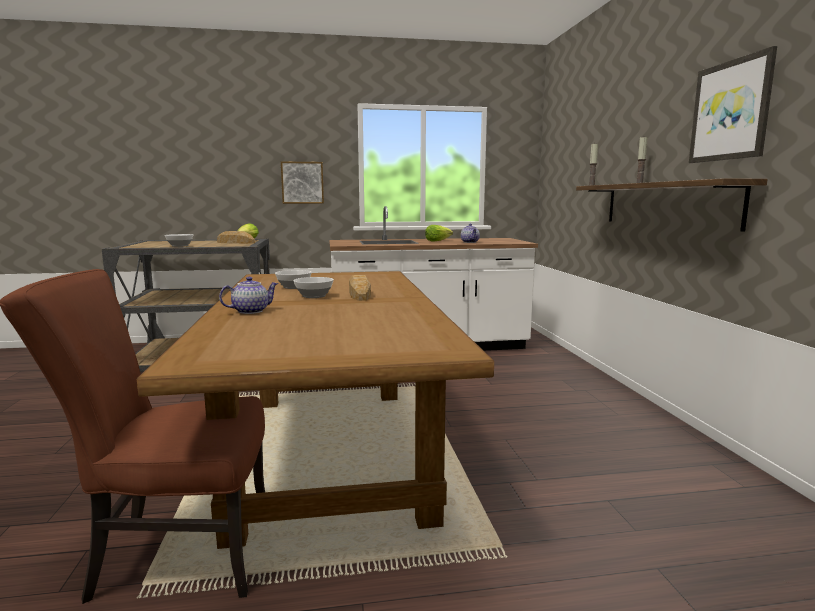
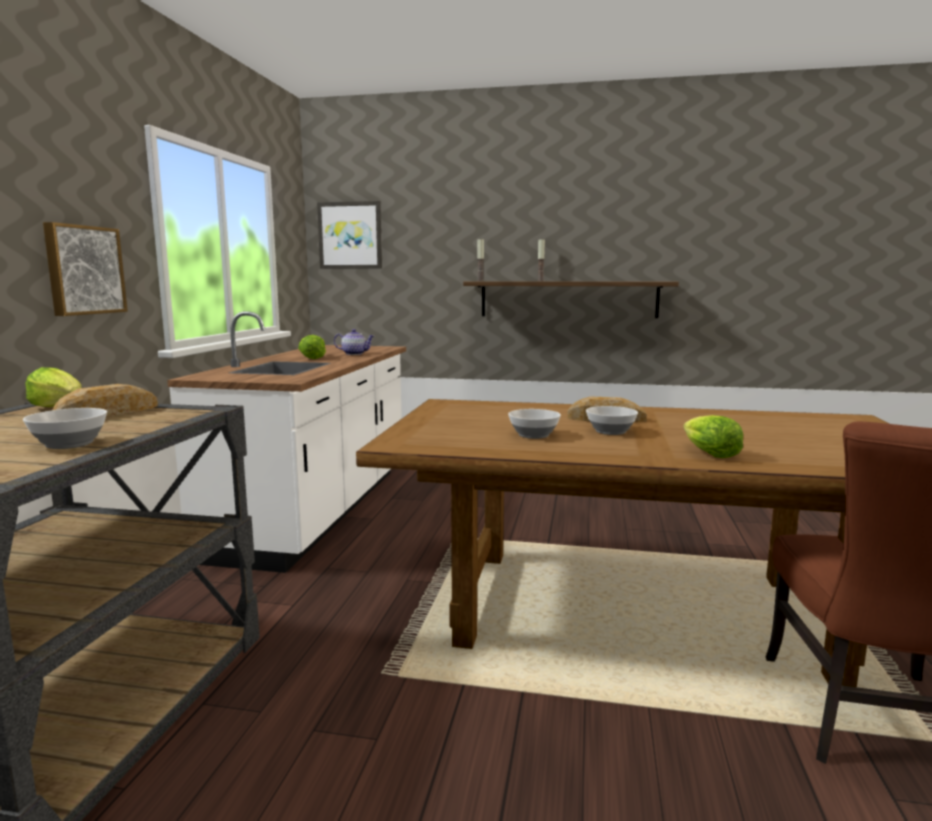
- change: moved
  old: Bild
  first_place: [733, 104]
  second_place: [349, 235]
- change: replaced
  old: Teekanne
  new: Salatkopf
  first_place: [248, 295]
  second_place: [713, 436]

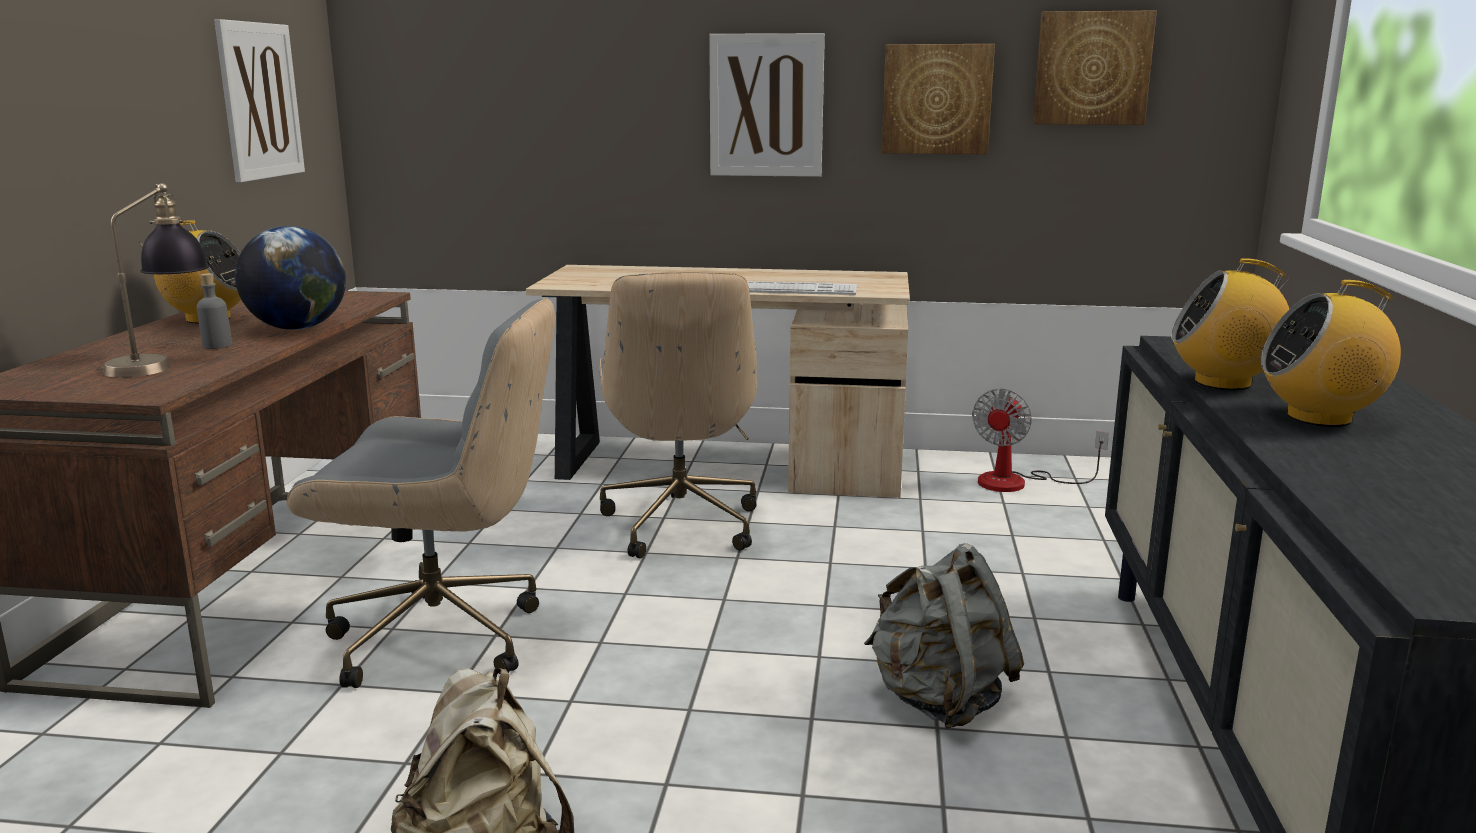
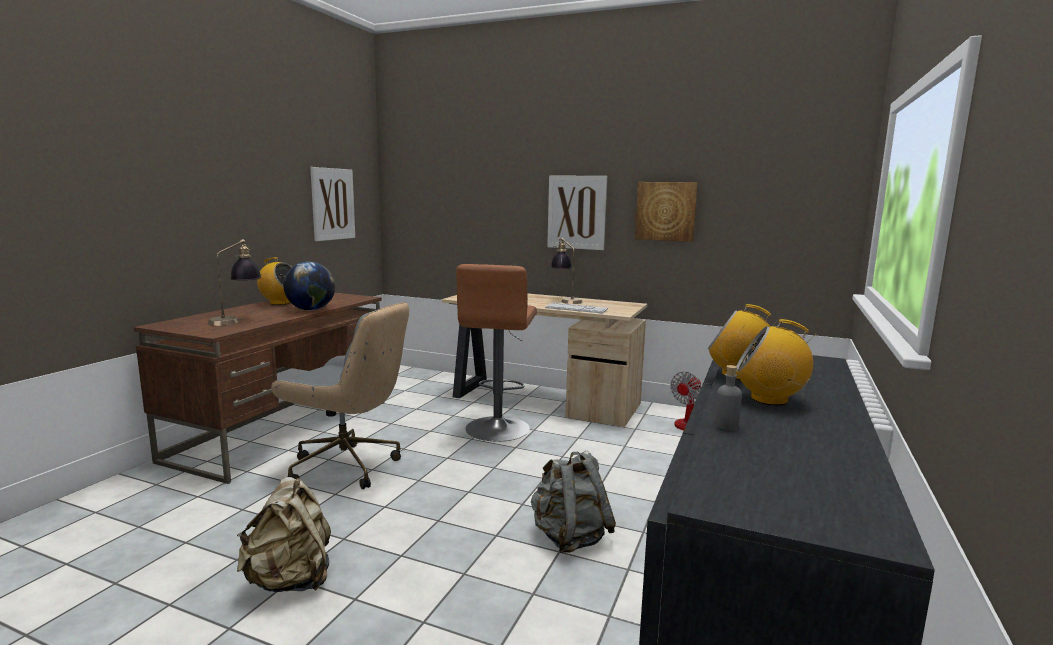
- change: removed
  old: Bild
  first_place: [1095, 67]
- change: replaced
  old: Bürostuhl/grau
  new: Hocker/braun
  first_place: [678, 415]
  second_place: [496, 352]
- change: moved
  old: Flasche/grau
  first_place: [214, 311]
  second_place: [728, 398]
- change: added
  new: Tischlampe
  second_place: [567, 271]

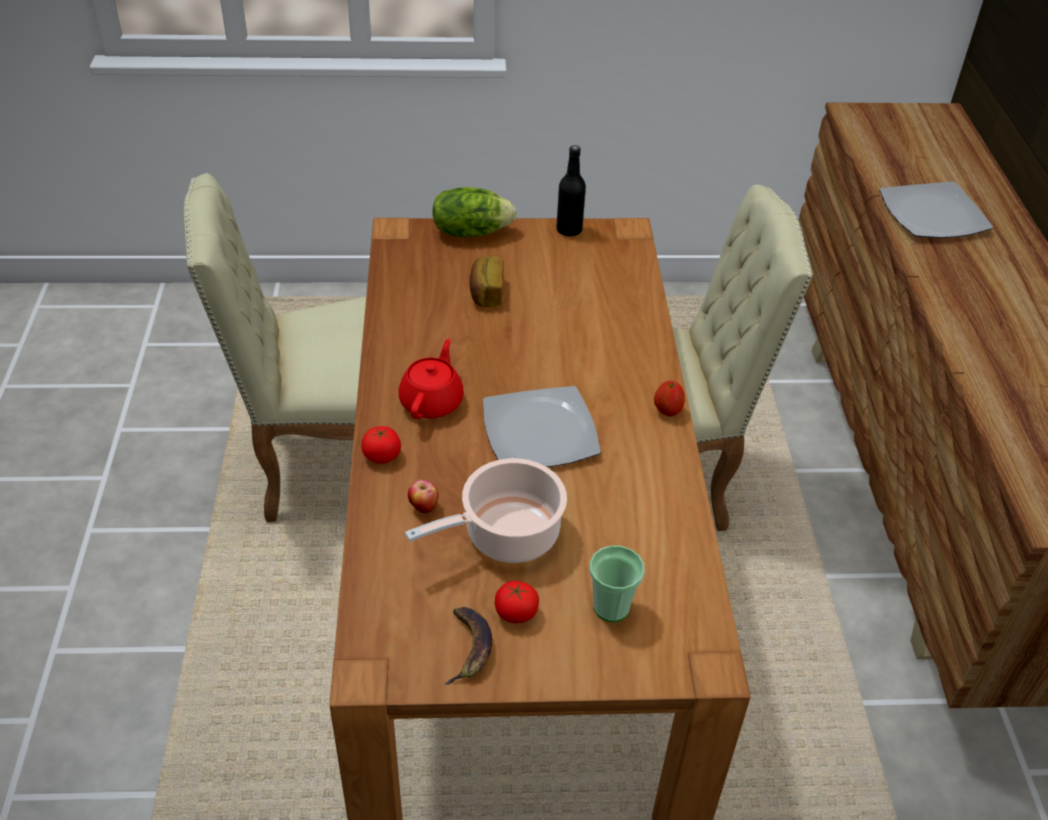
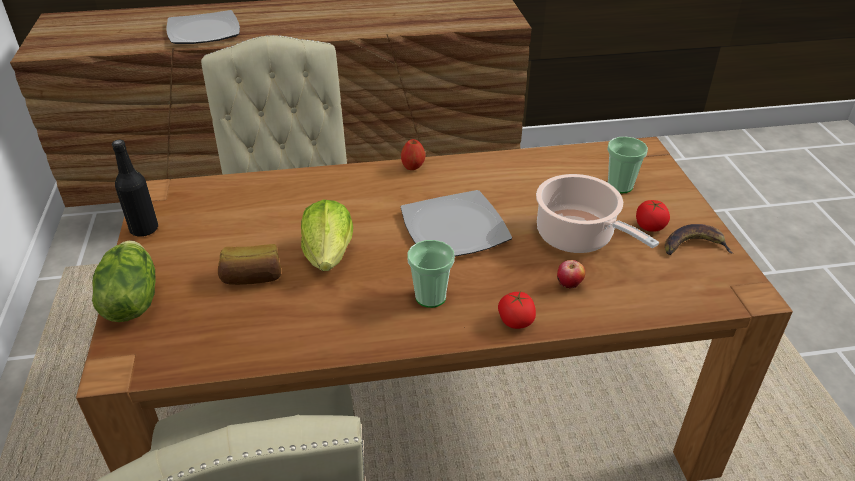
- change: replaced
  old: Teekanne/rot
  new: Tasse
  first_place: [431, 378]
  second_place: [431, 274]
- change: added
  new: Salatkopf
  second_place: [327, 235]

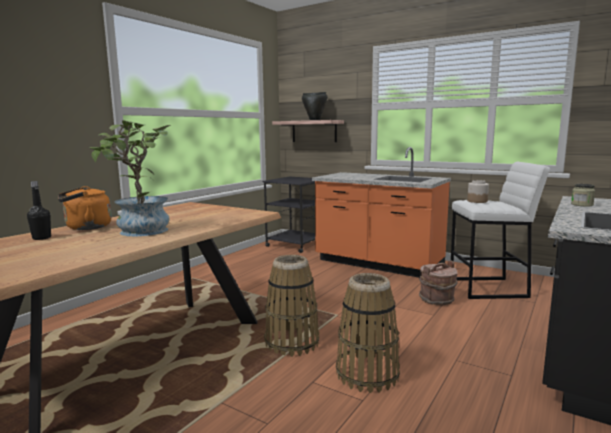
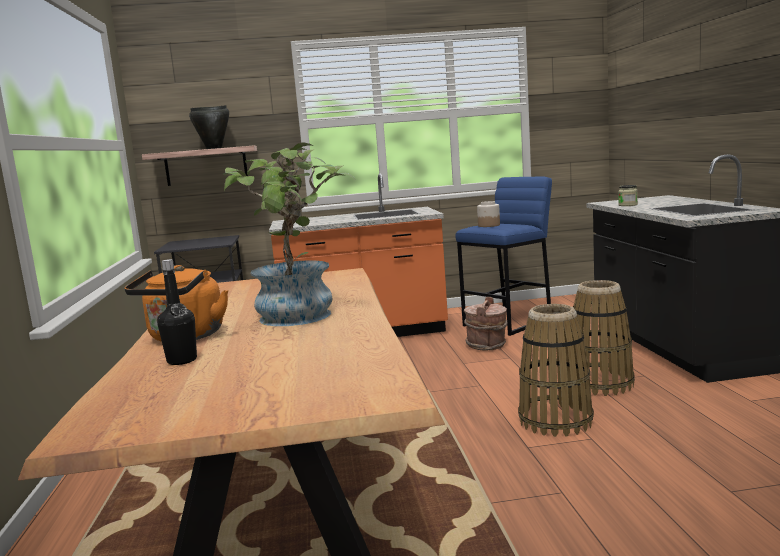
- change: recoloured
  old: Hocker/weiß
  new: Hocker/blau
  first_place: [500, 230]
  second_place: [504, 256]
- change: moved
  old: Korb
  first_place: [291, 306]
  second_place: [604, 338]

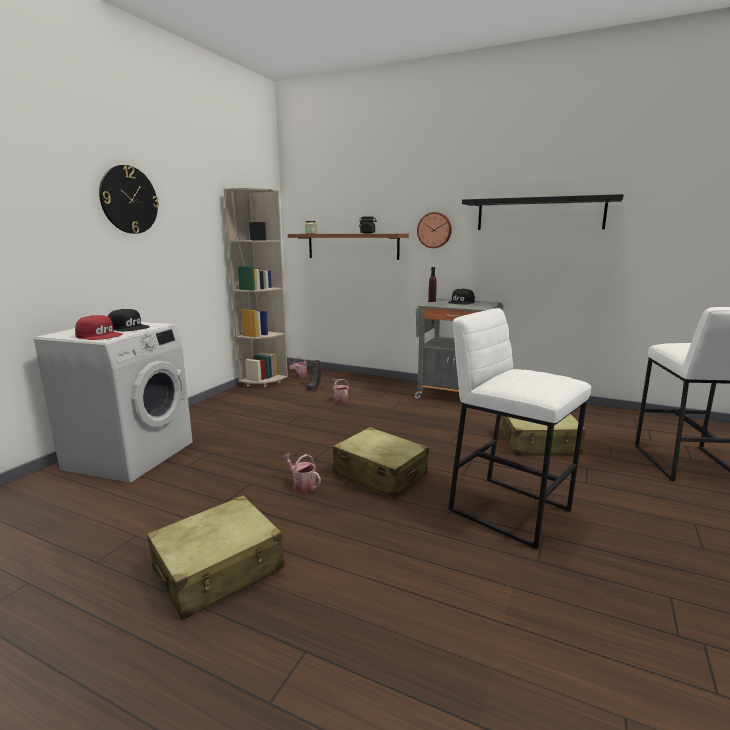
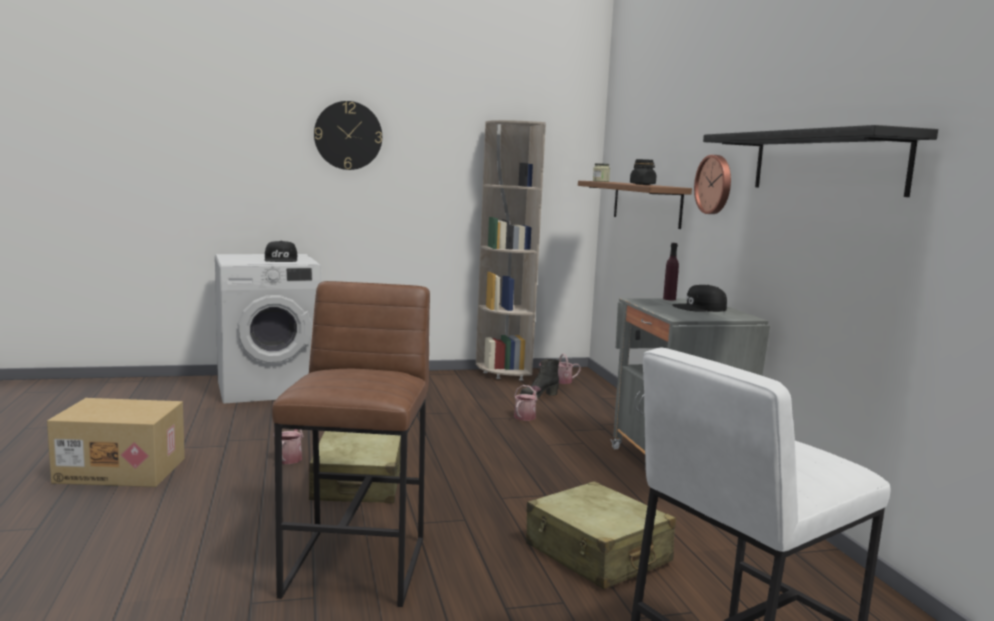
- change: recoloured
  old: Hocker/weiß
  new: Hocker/braun
  first_place: [519, 428]
  second_place: [351, 444]
- change: removed
  old: Kappe/rot
  first_place: [99, 327]
- change: replaced
  old: Koffer/beige
  new: Karton
  first_place: [216, 557]
  second_place: [116, 442]

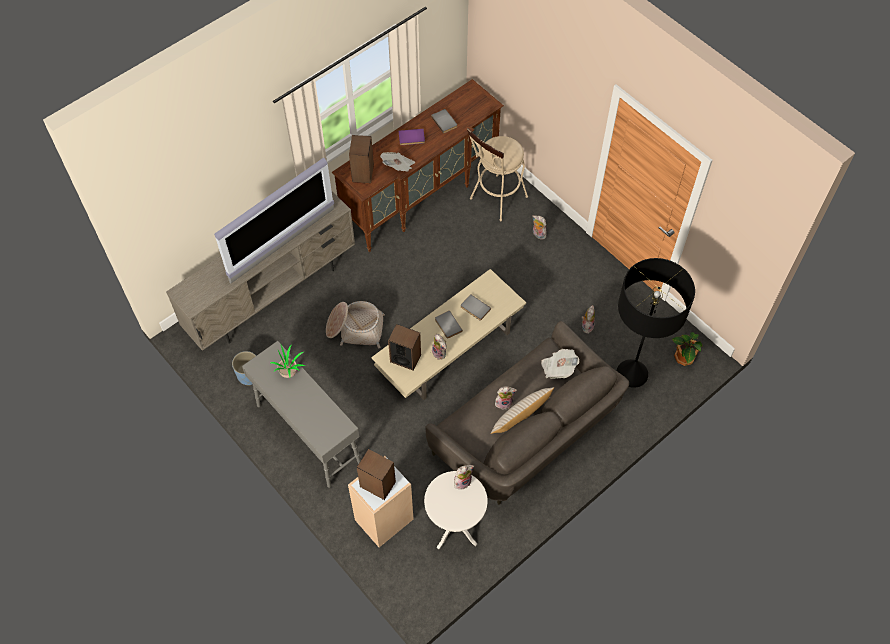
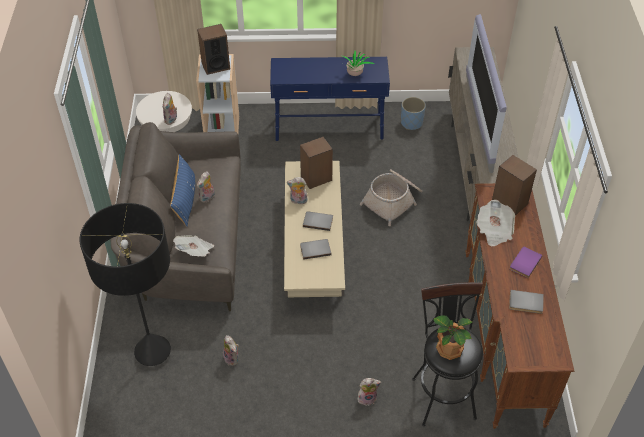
- change: recoloured
  old: Hocker/beige
  new: Hocker/schwarz
  first_place: [497, 174]
  second_place: [447, 354]
- change: moved
  old: Topfpflanze
  first_place: [687, 349]
  second_place: [453, 337]
- change: recoloured
  old: Konsolentisch/grau
  new: Konsolentisch/blau
  first_place: [301, 414]
  second_place: [330, 99]
- change: recoloured
  old: Kissen/beige
  new: Kissen/blau
  first_place: [522, 410]
  second_place: [182, 190]

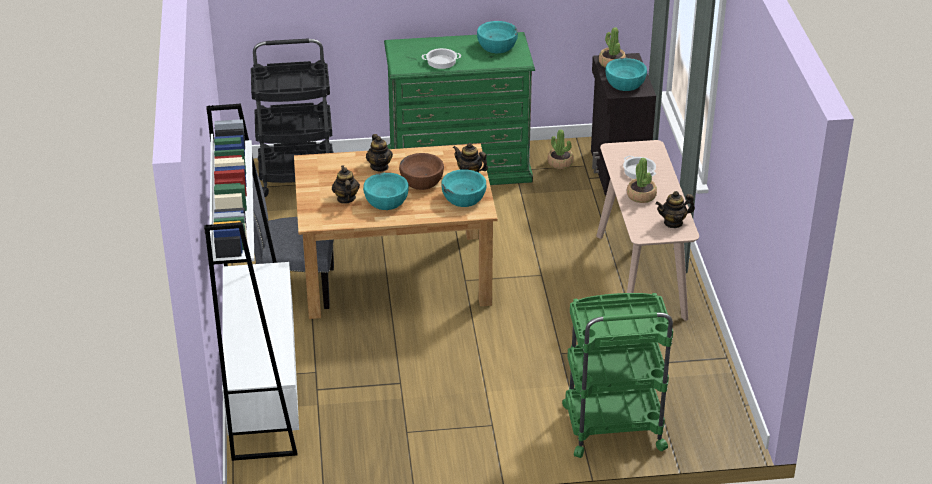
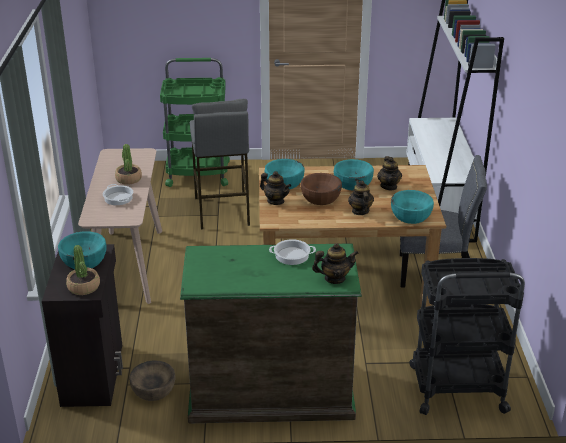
- change: moved
  old: Schüssel/türkis
  first_place: [497, 37]
  second_place: [412, 207]
- change: replaced
  old: Topfpflanze
  new: Schüssel/braun
  first_place: [560, 149]
  second_place: [152, 381]
- change: moved
  old: Teekanne
  first_place: [675, 209]
  second_place: [335, 263]
- change: added
  new: Hocker/grau
  second_place: [220, 164]

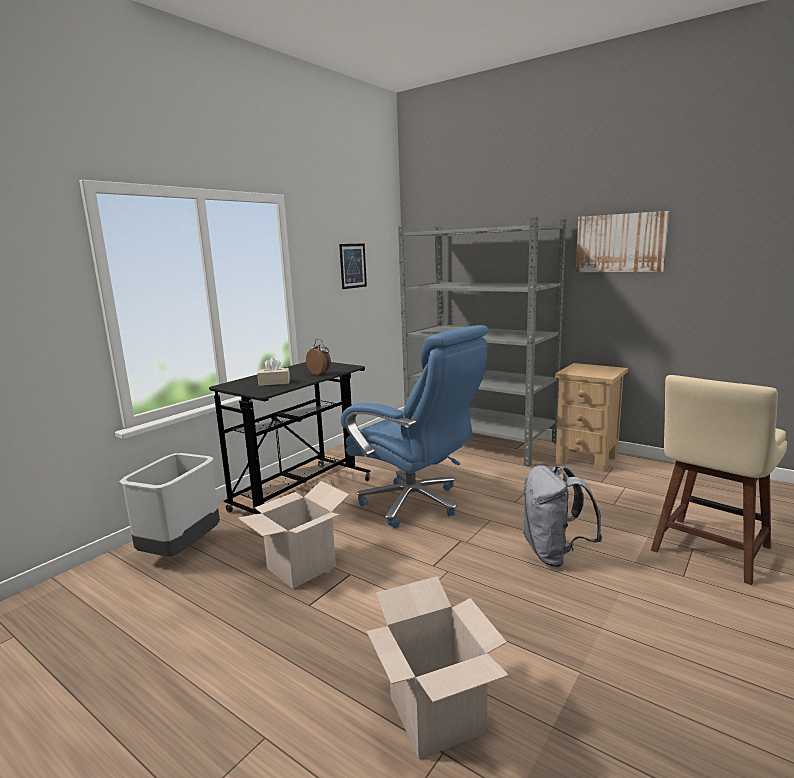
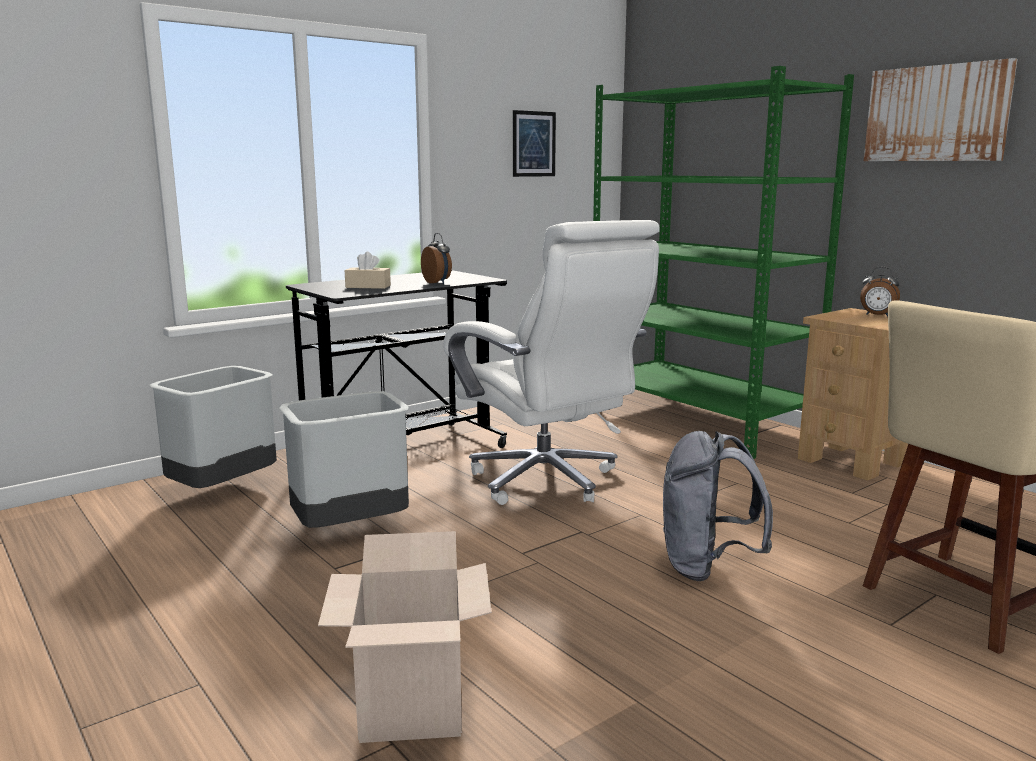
- change: recoloured
  old: Bücherregal/grau
  new: Bücherregal/grün
  first_place: [482, 342]
  second_place: [723, 262]
- change: recoloured
  old: Bürostuhl/blau
  new: Bürostuhl/weiß
  first_place: [414, 426]
  second_place: [552, 362]
- change: replaced
  old: Karton
  new: Mülleimer/grau
  first_place: [293, 535]
  second_place: [344, 459]
- change: added
  new: Wecker
  second_place: [880, 292]

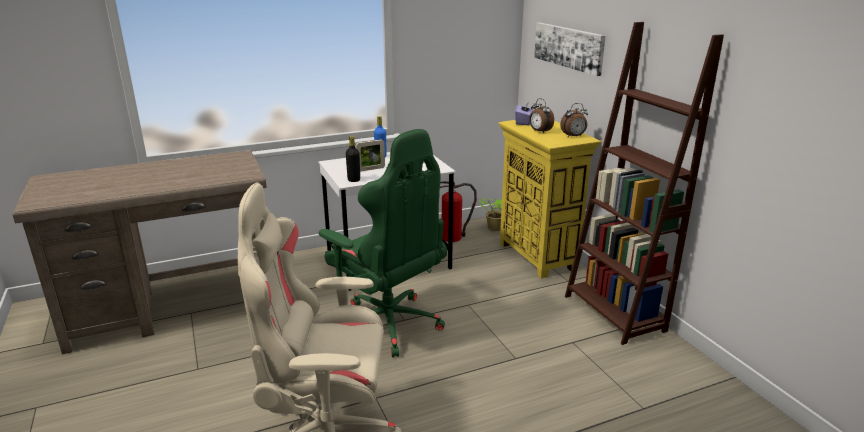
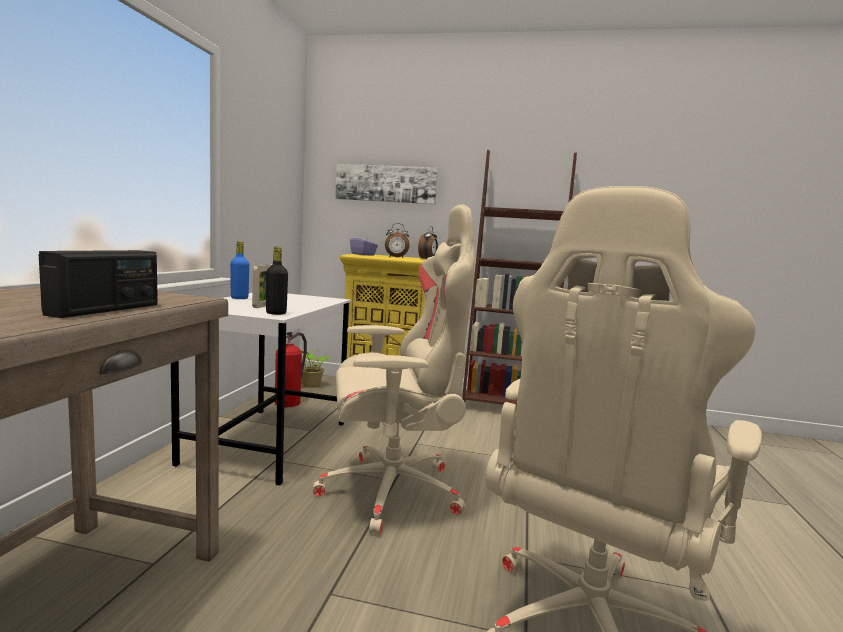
- change: recoloured
  old: Bürostuhl/grün
  new: Bürostuhl/beige
  first_place: [383, 243]
  second_place: [394, 369]
- change: added
  new: Radio
  second_place: [98, 284]

